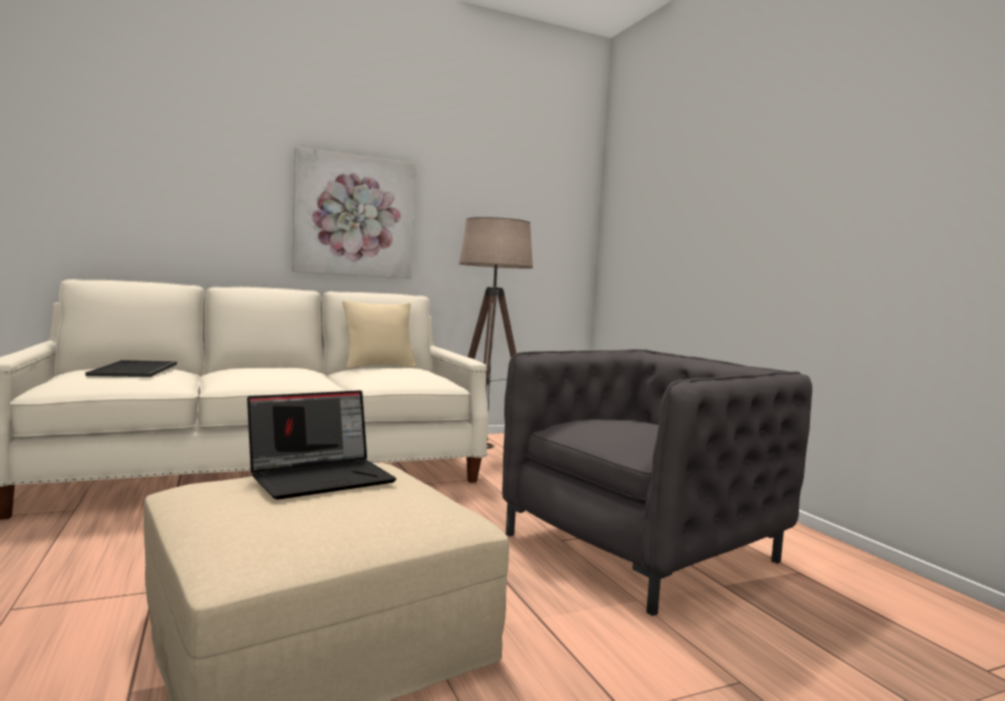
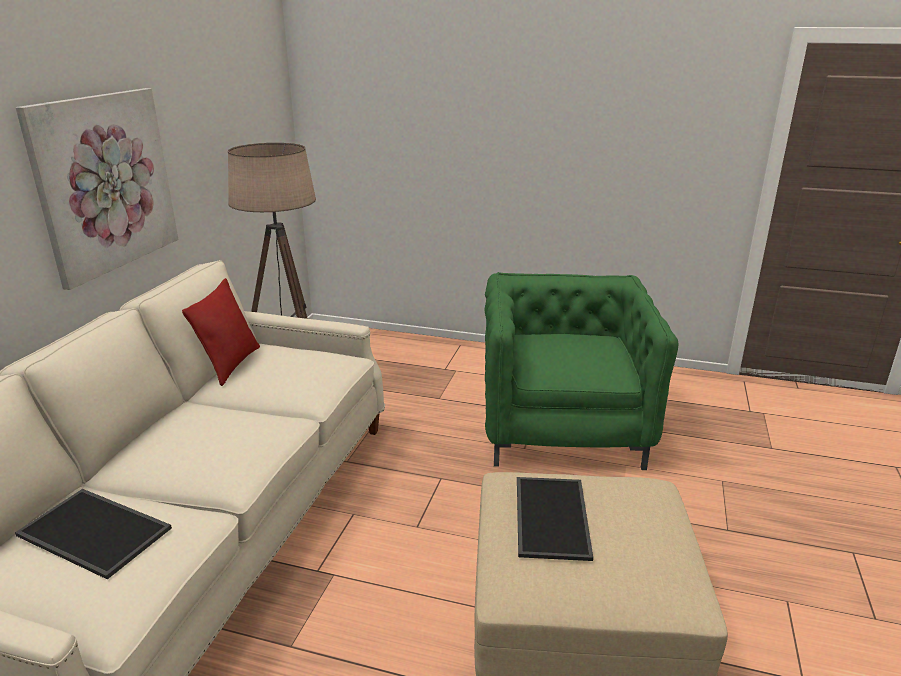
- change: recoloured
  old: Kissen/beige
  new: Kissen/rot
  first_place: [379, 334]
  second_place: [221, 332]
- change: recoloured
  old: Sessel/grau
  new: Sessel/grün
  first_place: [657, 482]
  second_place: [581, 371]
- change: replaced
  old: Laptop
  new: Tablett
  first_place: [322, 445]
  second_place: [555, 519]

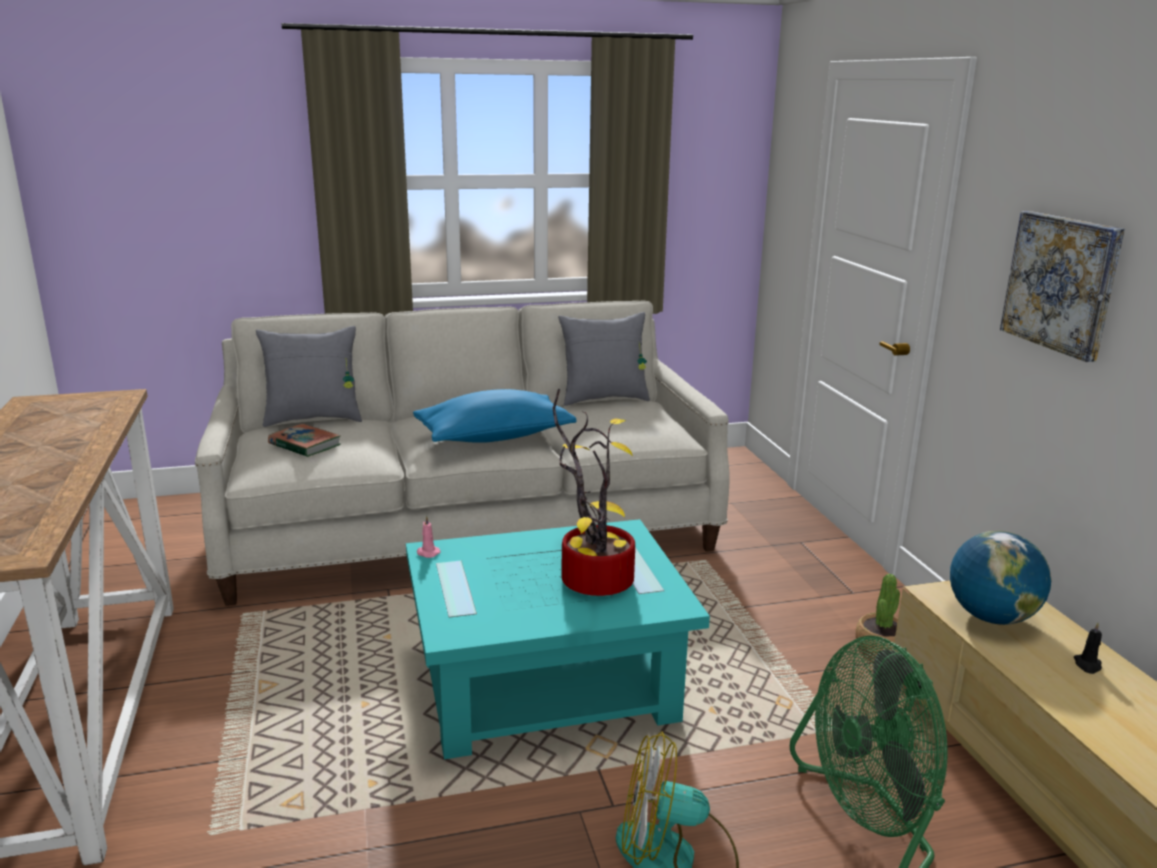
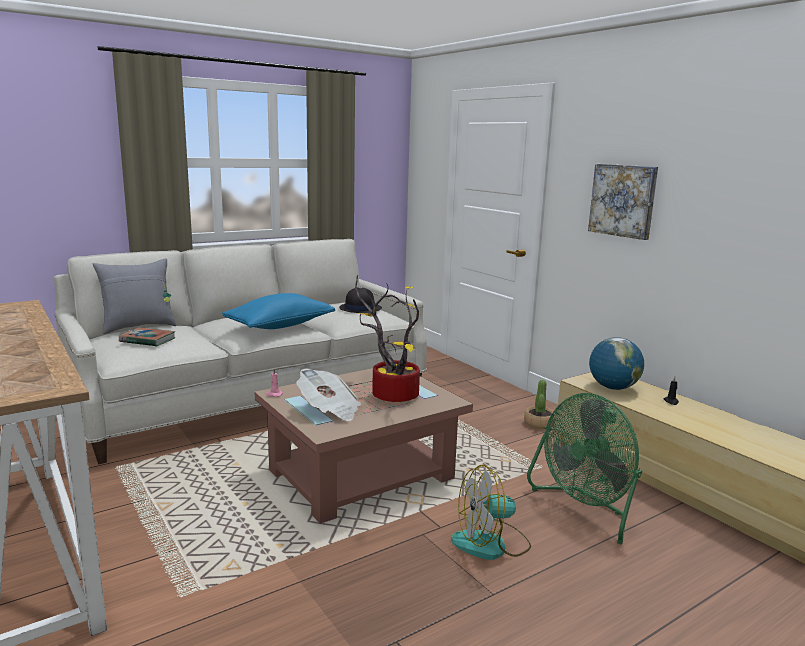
- change: removed
  old: Kissen/grau
  first_place: [604, 359]
- change: recoloured
  old: Couchtisch/türkis
  new: Couchtisch/braun
  first_place: [558, 639]
  second_place: [363, 446]
- change: added
  new: Hut/schwarz
  second_place: [360, 300]
- change: added
  new: Zeitung
  second_place: [329, 394]

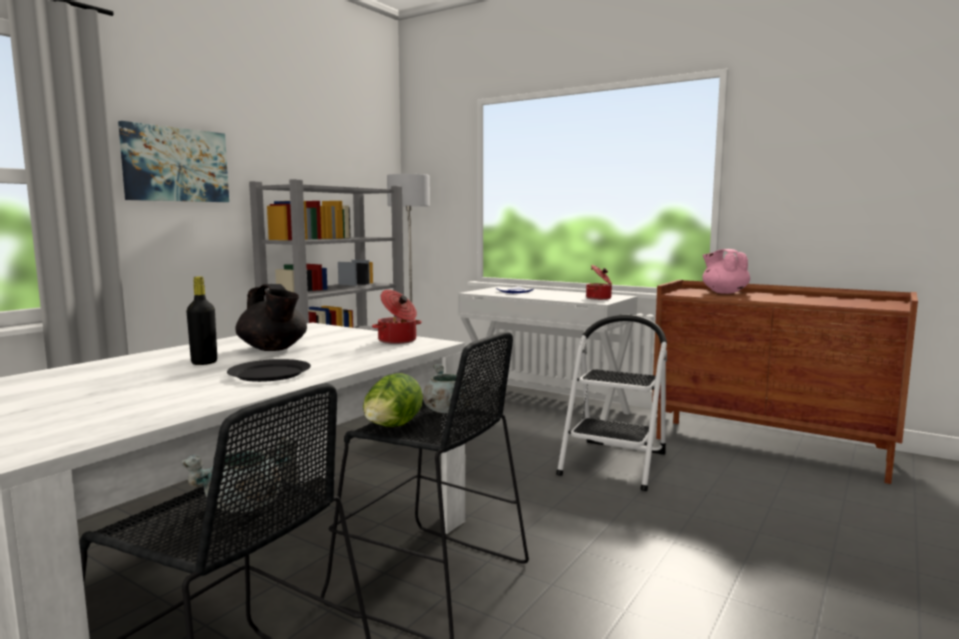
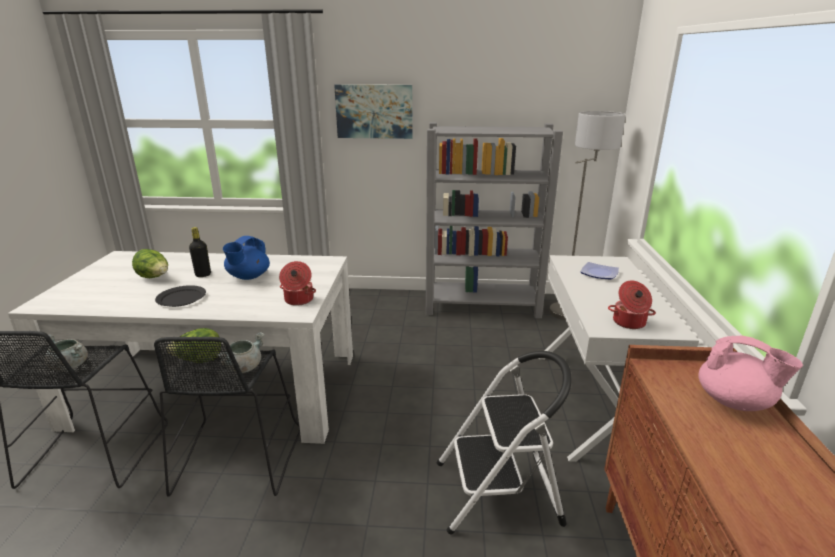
- change: turned
  old: Teekanne/rosa
  first_place: [726, 271]
  second_place: [750, 373]
  degrees: 90
- change: recoloured
  old: Teekanne/schwarz
  new: Teekanne/blau
  first_place: [271, 317]
  second_place: [246, 258]
- change: added
  new: Salatkopf
  second_place: [150, 263]

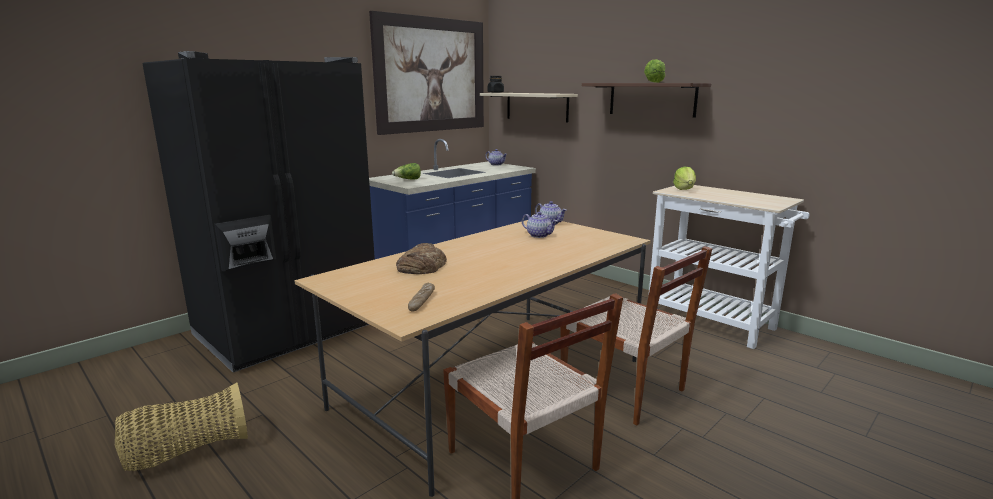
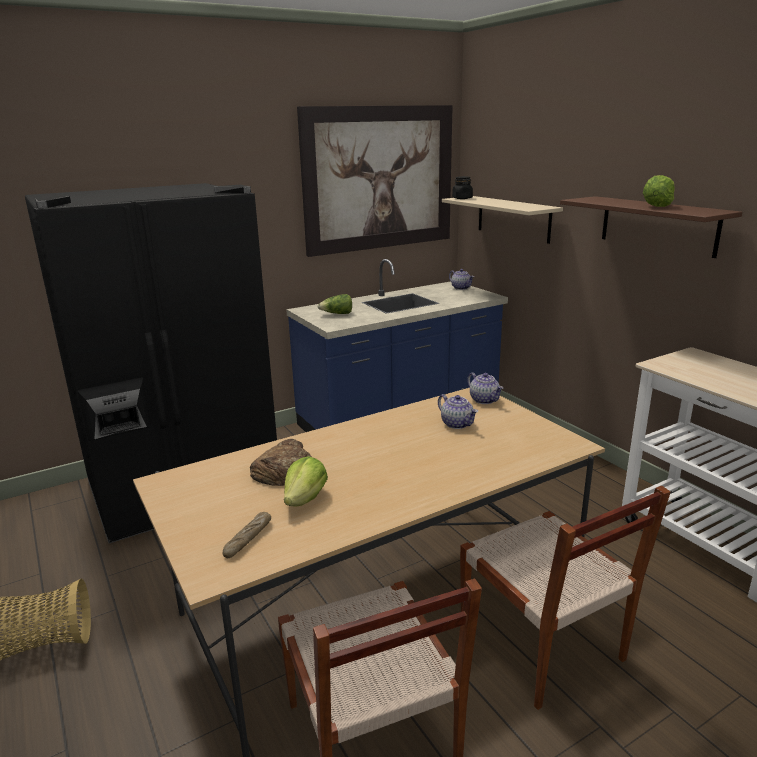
- change: moved
  old: Salatkopf
  first_place: [684, 178]
  second_place: [306, 481]

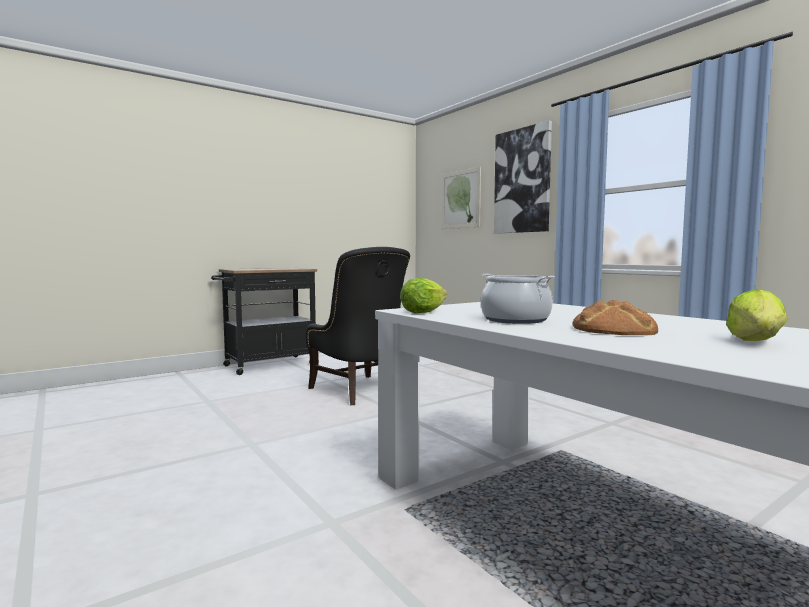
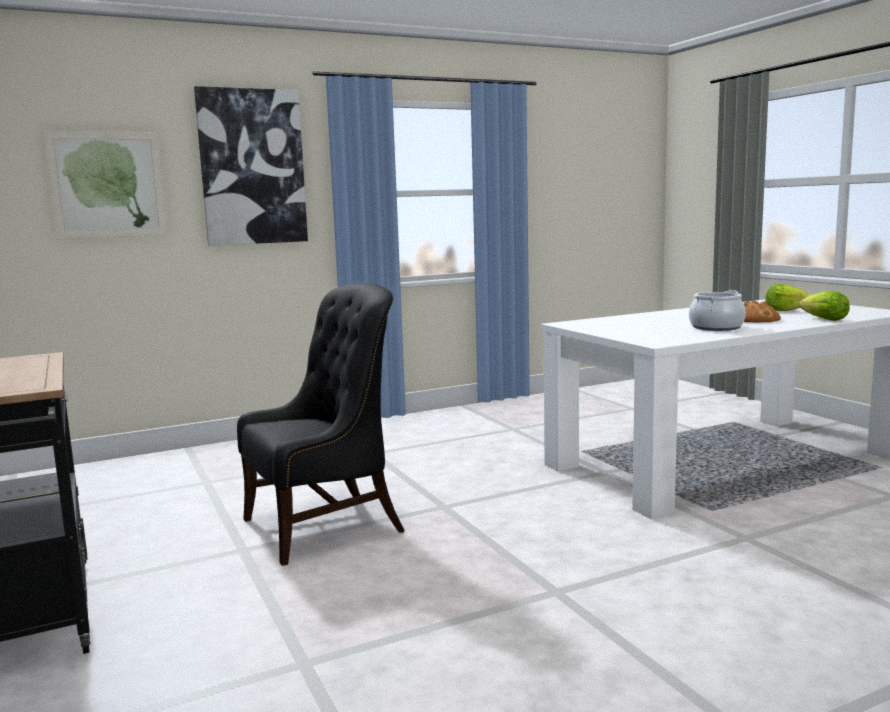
- change: moved
  old: Salatkopf
  first_place: [423, 296]
  second_place: [824, 306]

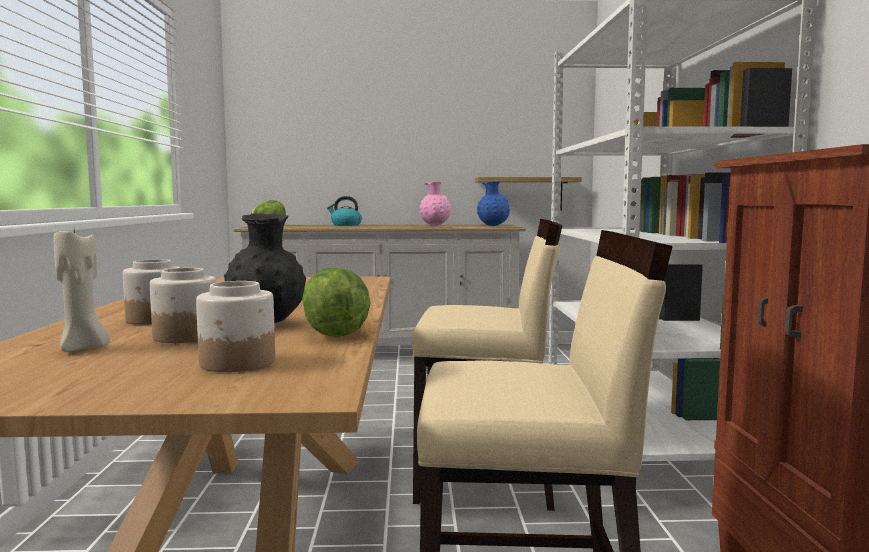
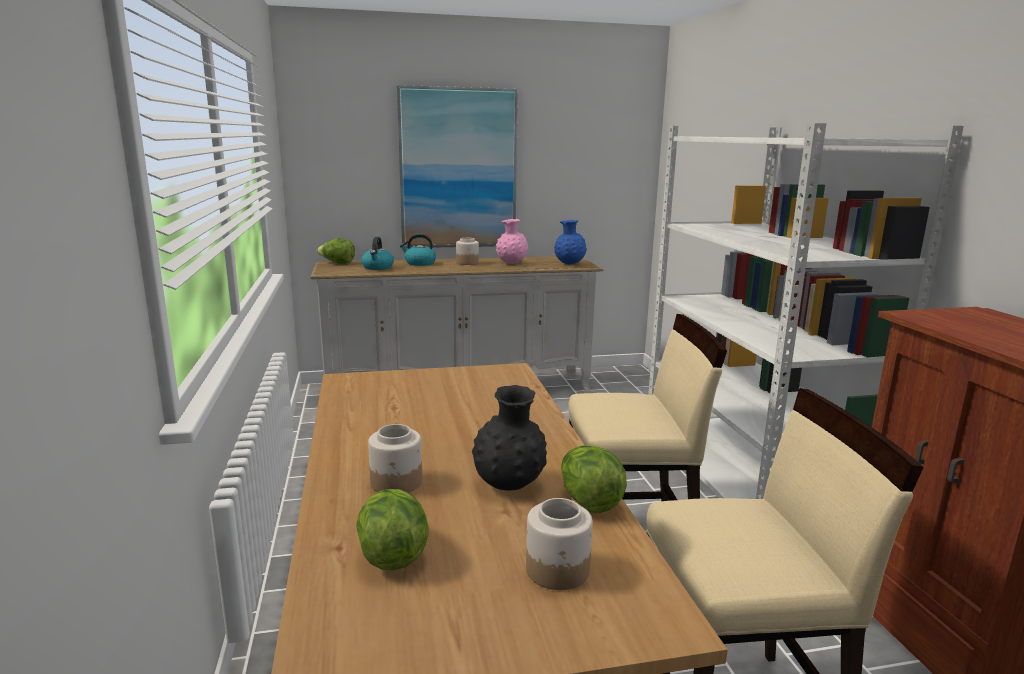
- change: removed
  old: Wandregal
  first_place: [528, 194]
- change: replaced
  old: Kerze/beige
  new: Salatkopf
  first_place: [82, 291]
  second_place: [392, 530]
- change: moved
  old: Vorratsglas
  first_place: [183, 305]
  second_place: [467, 251]
- change: added
  new: Bild
  second_place: [457, 166]
- change: added
  new: Wasserkessel
  second_place: [377, 253]

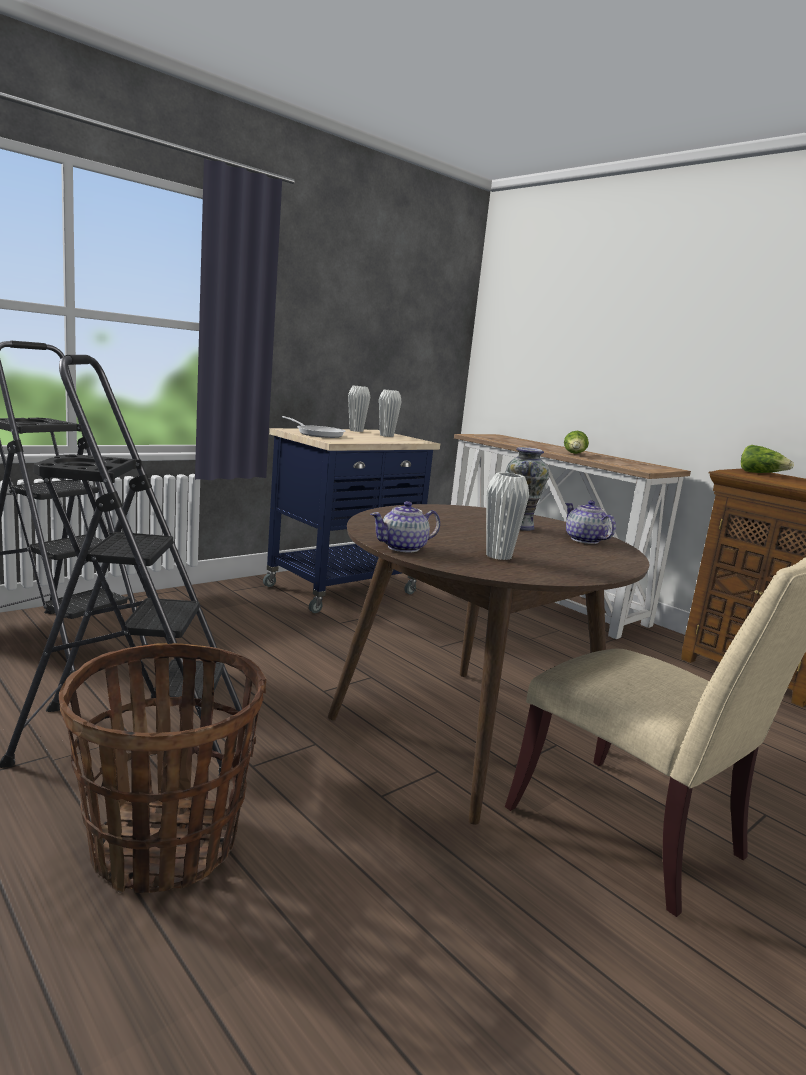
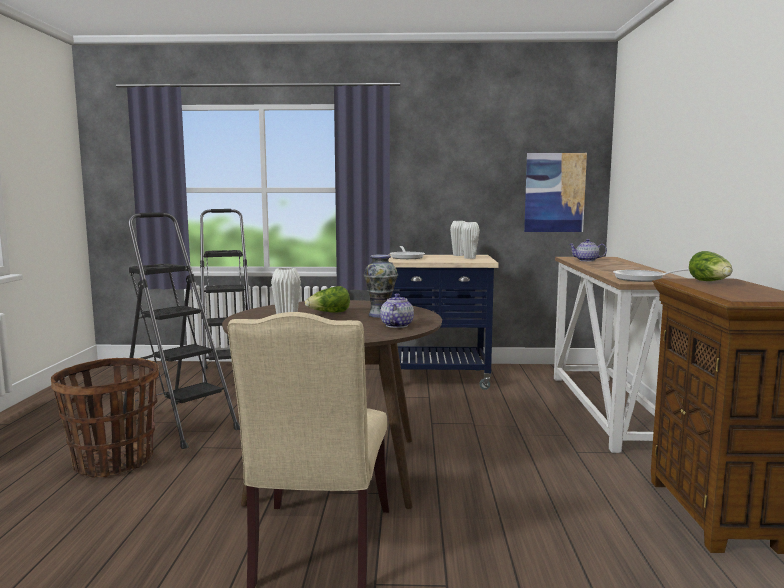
- change: moved
  old: Salatkopf
  first_place: [576, 442]
  second_place: [327, 299]
- change: moved
  old: Teekanne
  first_place: [405, 526]
  second_place: [588, 250]
- change: added
  new: Bild
  second_place: [555, 192]
- change: added
  new: Pfanne
  second_place: [651, 275]

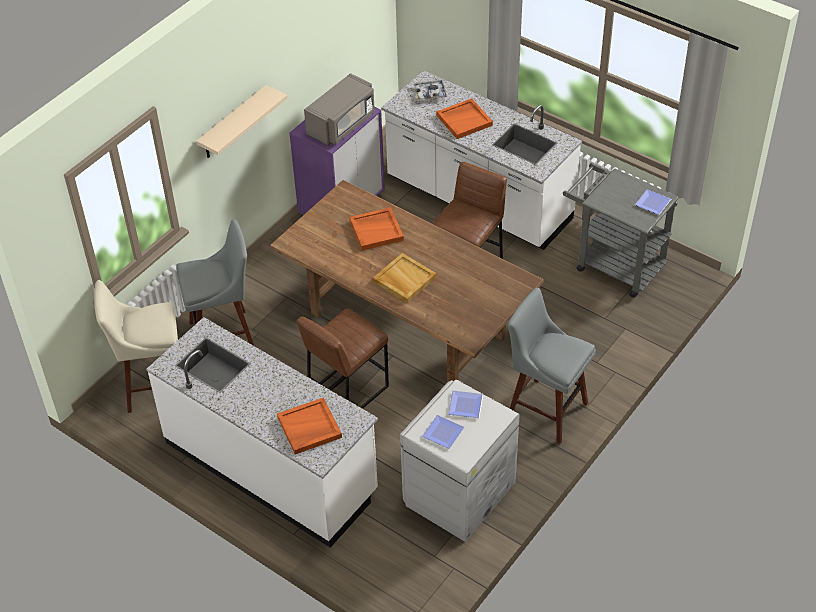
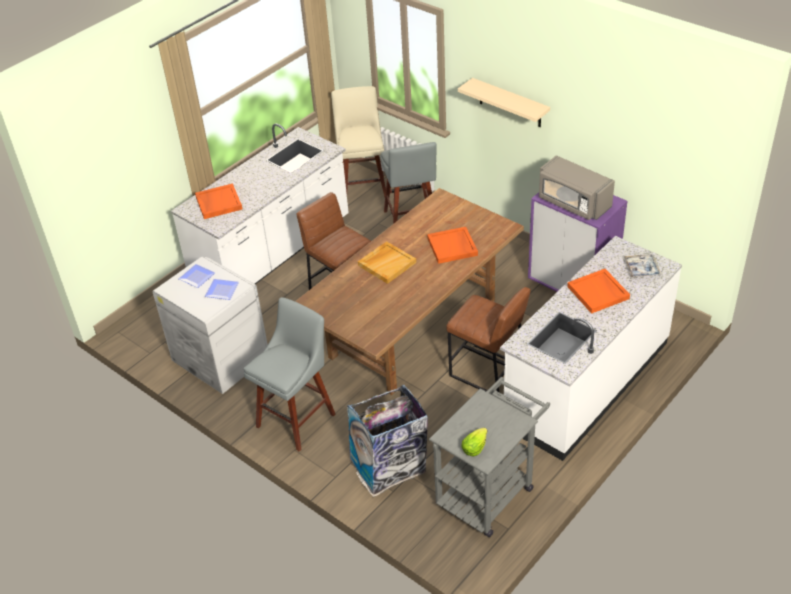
- change: replaced
  old: Teller
  new: Salatkopf
  first_place: [653, 202]
  second_place: [474, 442]
- change: added
  new: Mülleimer
  second_place: [387, 441]

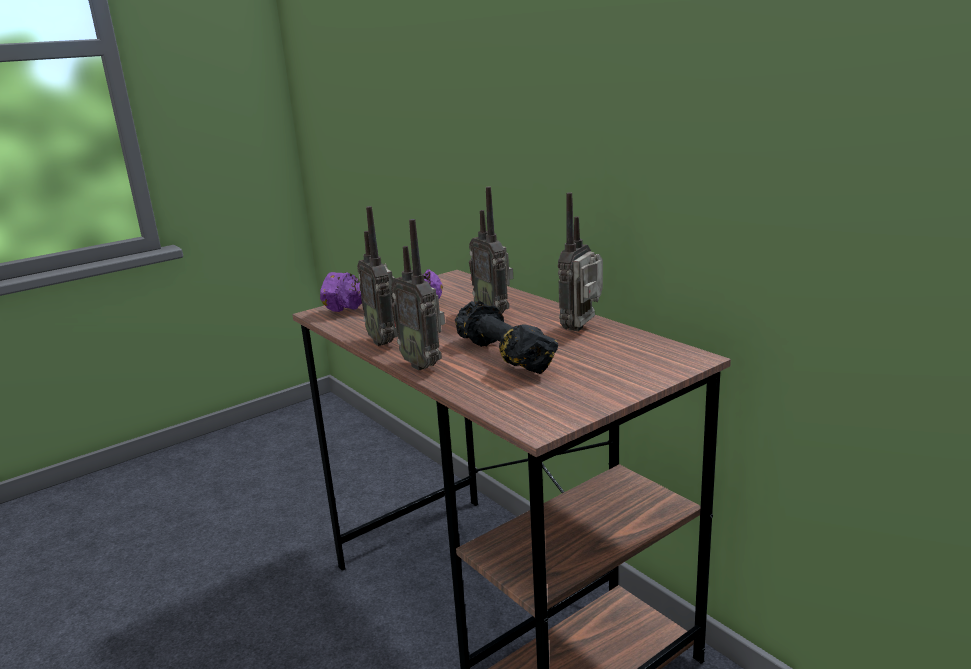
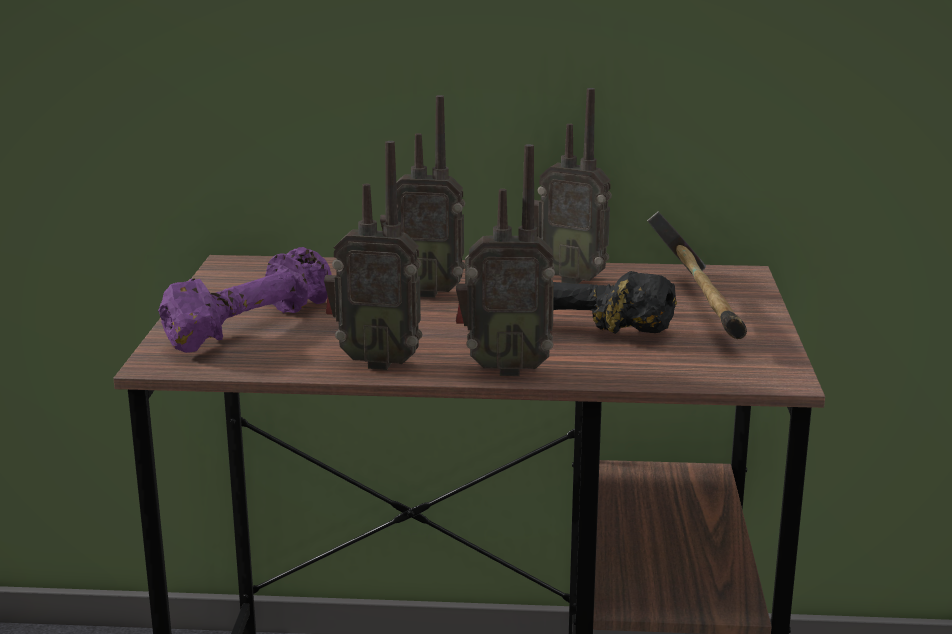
- change: turned
  old: Radio
  first_place: [580, 261]
  second_place: [573, 186]
  degrees: -45
- change: added
  new: Hammer
  second_place: [697, 275]

